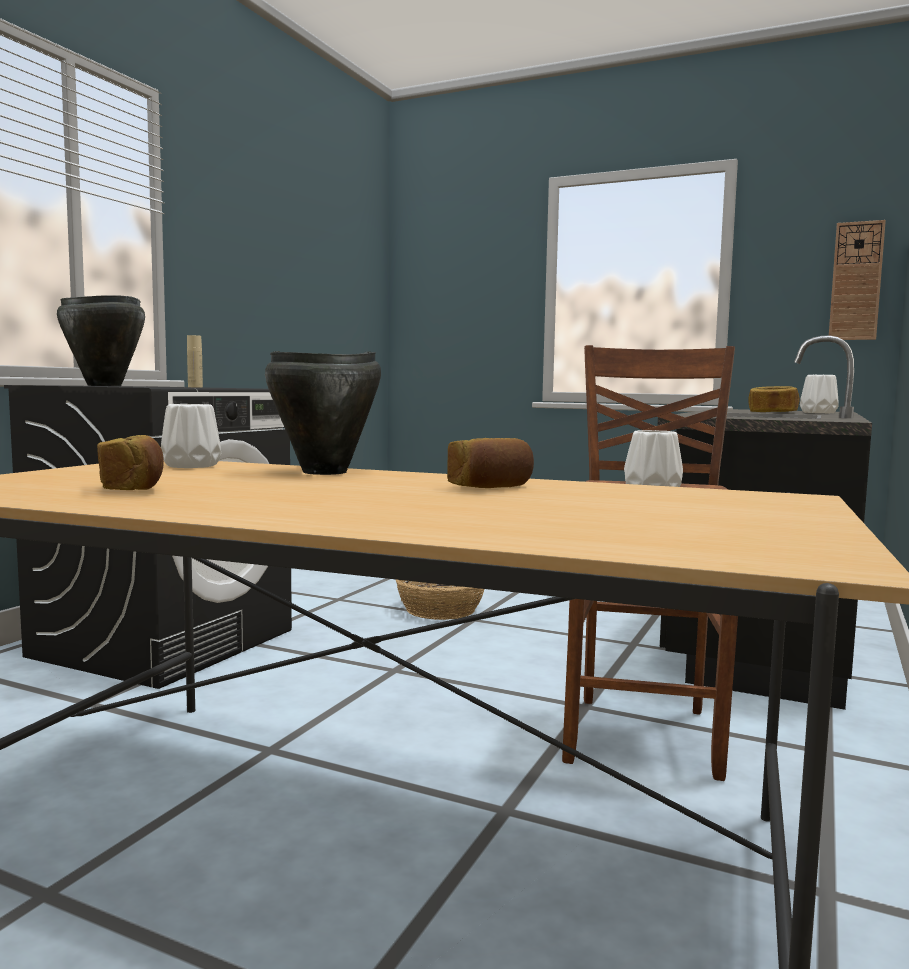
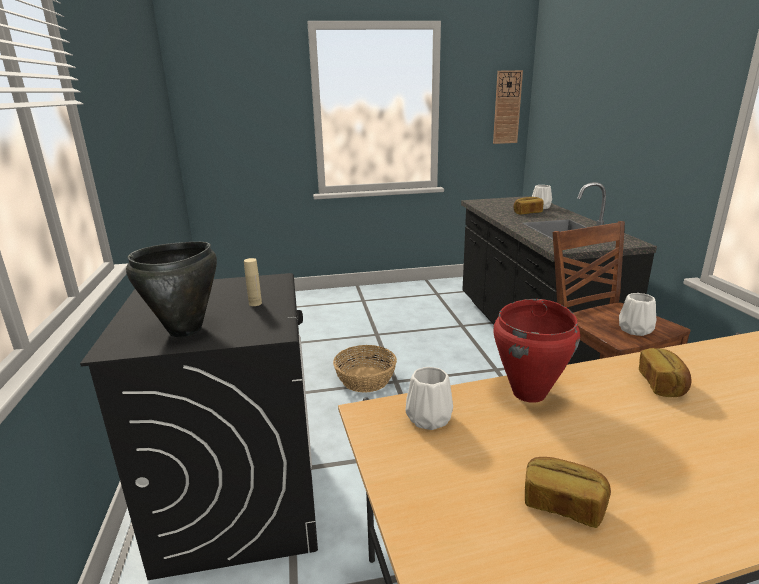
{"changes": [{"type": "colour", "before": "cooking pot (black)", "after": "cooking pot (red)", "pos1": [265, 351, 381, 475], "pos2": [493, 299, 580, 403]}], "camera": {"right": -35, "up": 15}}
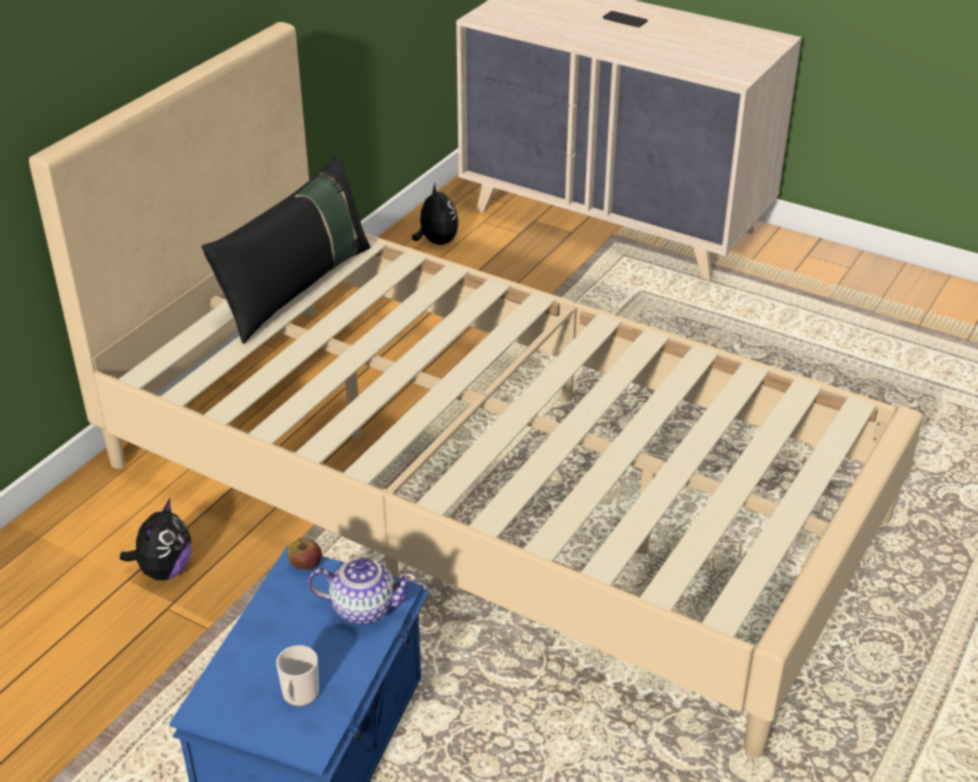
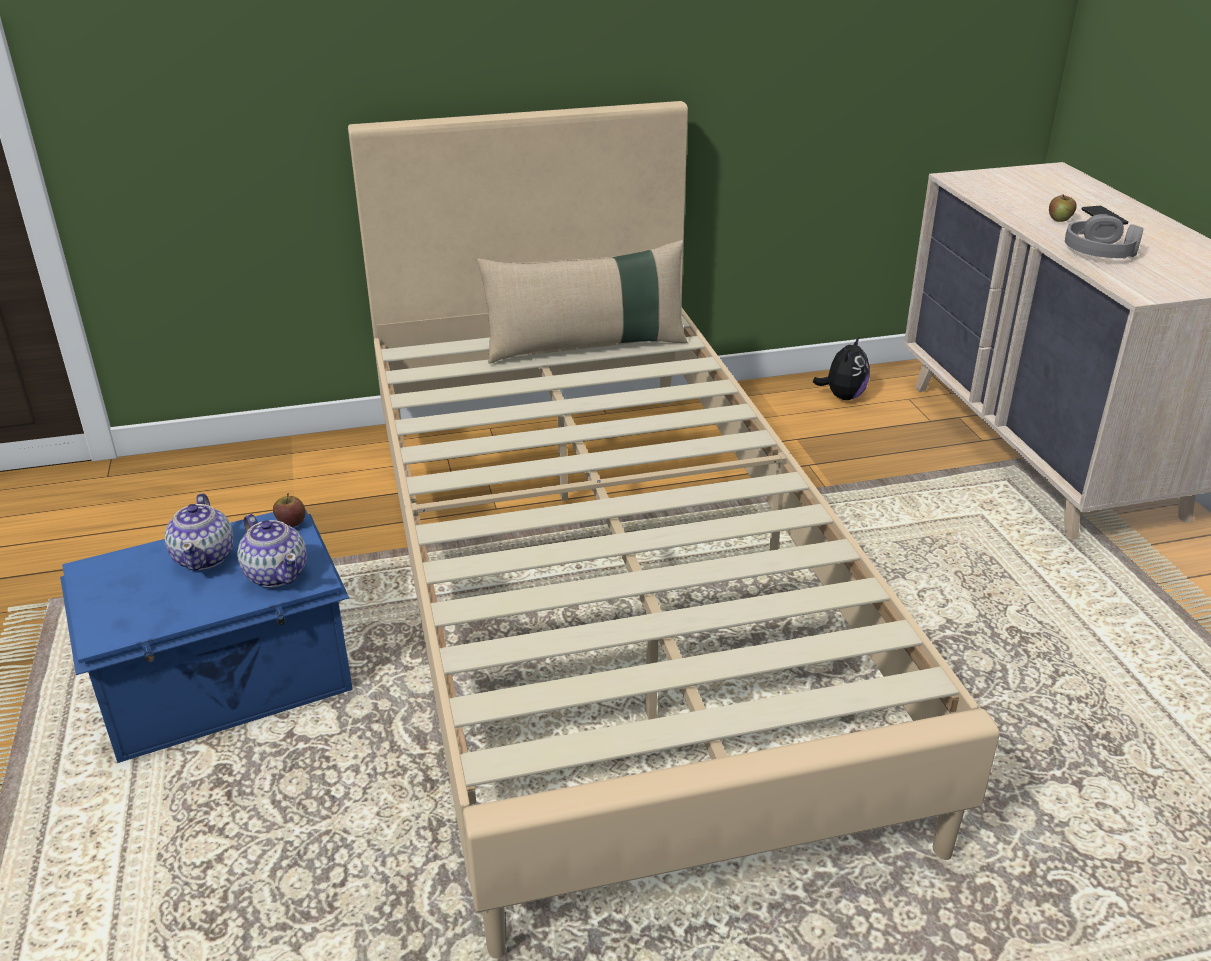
{"changes": [{"type": "missing", "before": "plush toy", "pos1": [120, 499, 191, 581]}, {"type": "colour", "before": "pillow (black)", "after": "pillow (beige)", "pos1": [201, 155, 371, 344], "pos2": [477, 240, 687, 364]}, {"type": "missing", "before": "mug", "pos1": [276, 645, 319, 706]}, {"type": "appeared", "after": "teapot", "pos2": [165, 493, 234, 571]}, {"type": "appeared", "after": "apple", "pos2": [1049, 194, 1077, 222]}, {"type": "appeared", "after": "headphones (grey)", "pos2": [1065, 214, 1143, 258]}], "camera": {"right": 45, "up": -5}}
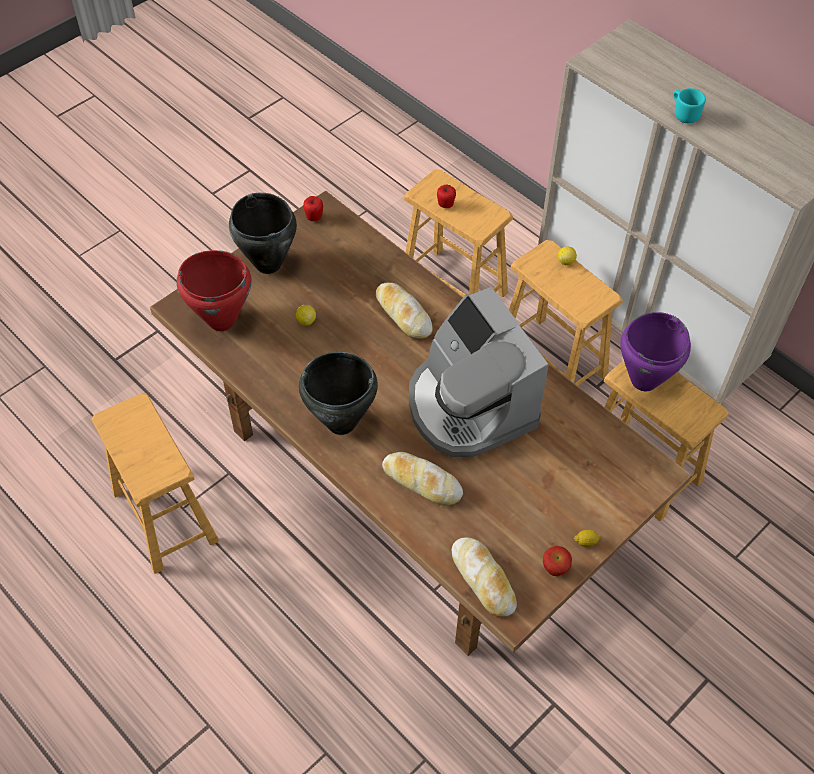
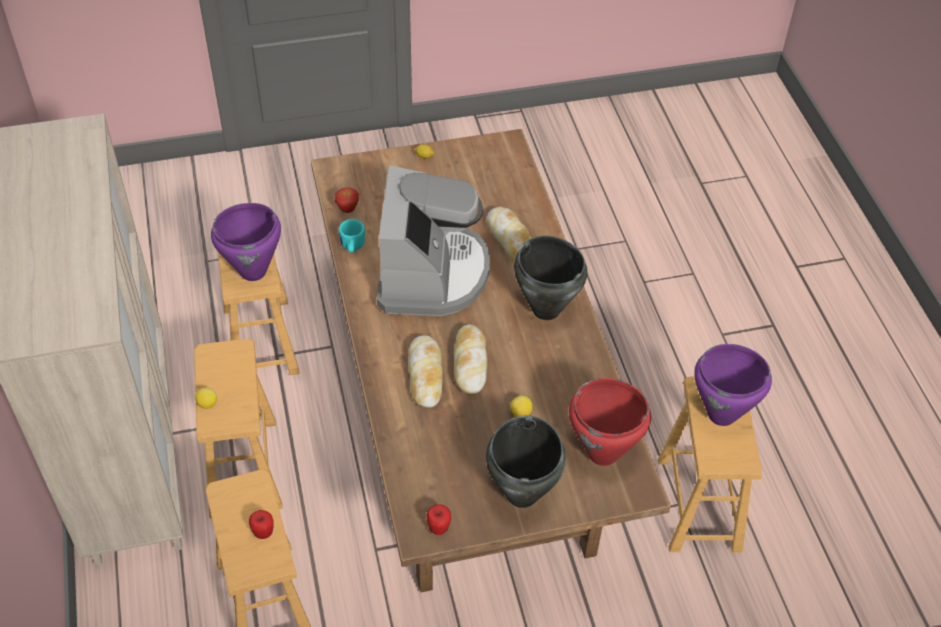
{"changes": [{"type": "relocated", "before": "bread", "pos1": [452, 537, 517, 617], "pos2": [454, 324, 487, 394]}, {"type": "relocated", "before": "apple", "pos1": [543, 546, 572, 576], "pos2": [335, 187, 359, 213]}, {"type": "relocated", "before": "mug (turquoise)", "pos1": [673, 88, 706, 123], "pos2": [339, 219, 365, 253]}, {"type": "appeared", "after": "cooking pot (purple)", "pos2": [695, 344, 772, 426]}], "camera": {"right": -150, "up": -5}}
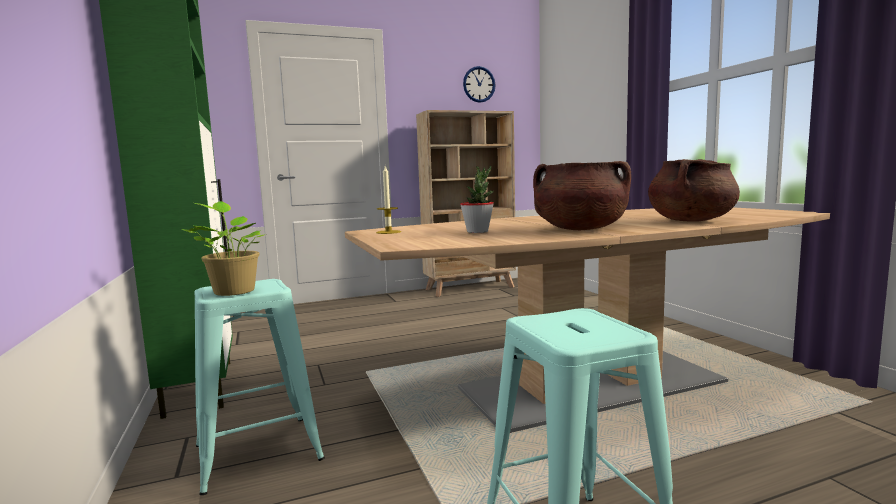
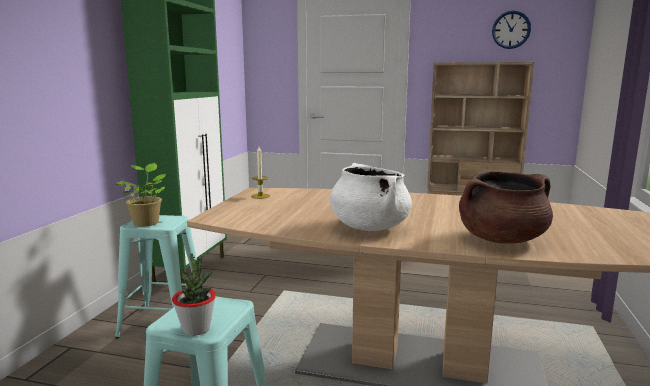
{"changes": [{"type": "relocated", "before": "potted plant", "pos1": [460, 166, 494, 233], "pos2": [172, 253, 216, 336]}, {"type": "colour", "before": "cooking pot (brown)", "after": "cooking pot (white)", "pos1": [533, 161, 631, 230], "pos2": [330, 163, 412, 231]}], "camera": {"right": 35, "up": 5}}
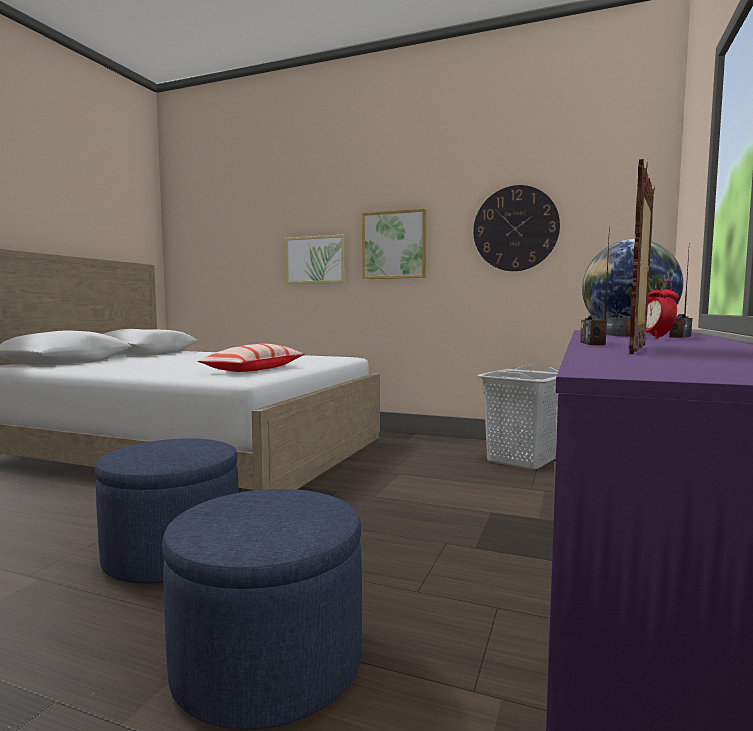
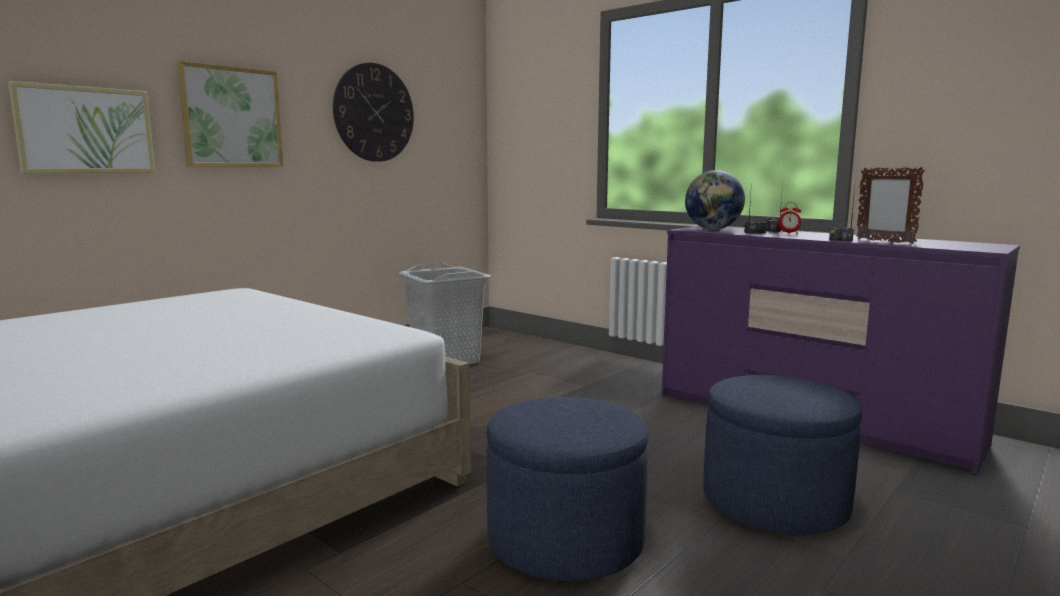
{"changes": [{"type": "missing", "before": "pillow", "pos1": [197, 344, 305, 372]}], "camera": {"right": -70, "up": 5}}
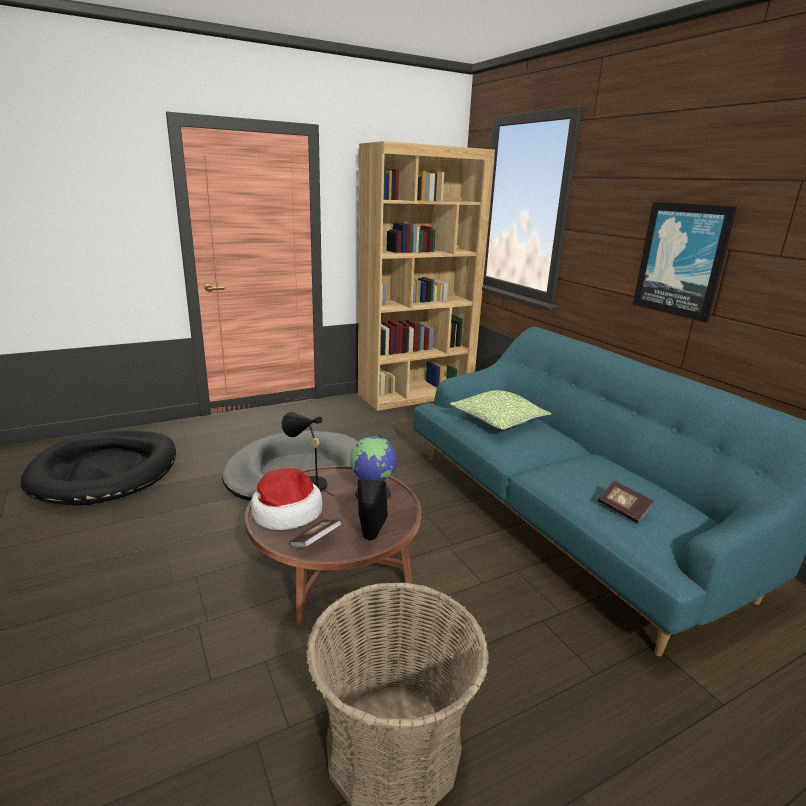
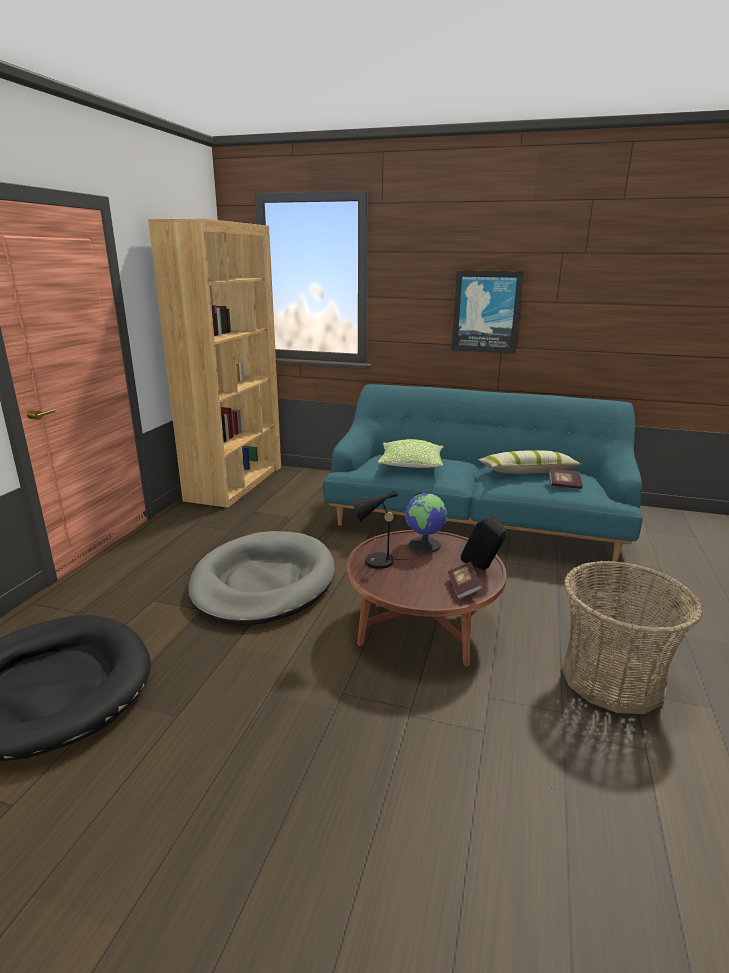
{"changes": [{"type": "missing", "before": "hat", "pos1": [251, 468, 322, 530]}, {"type": "appeared", "after": "pillow", "pos2": [479, 450, 582, 474]}], "camera": {"right": -45, "up": 0}}
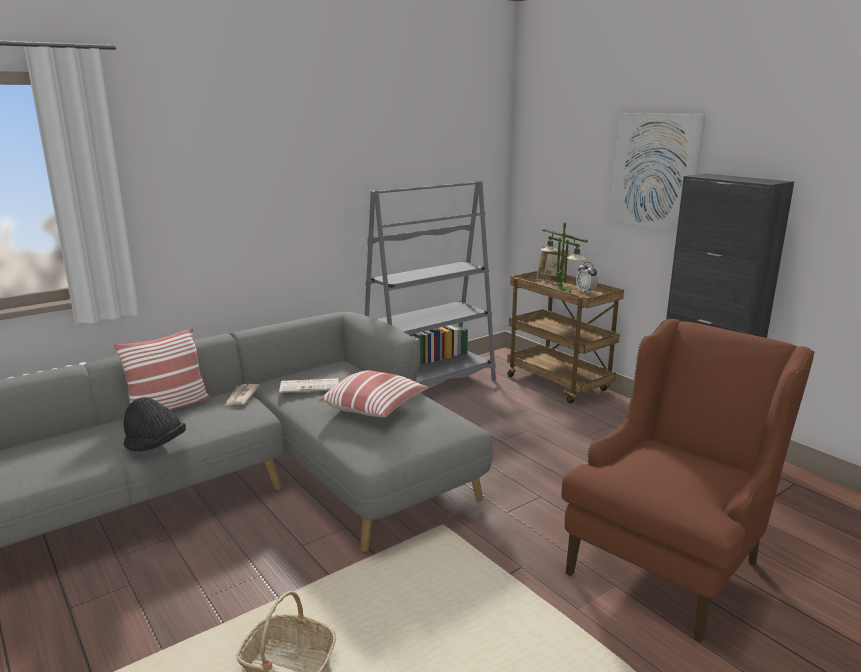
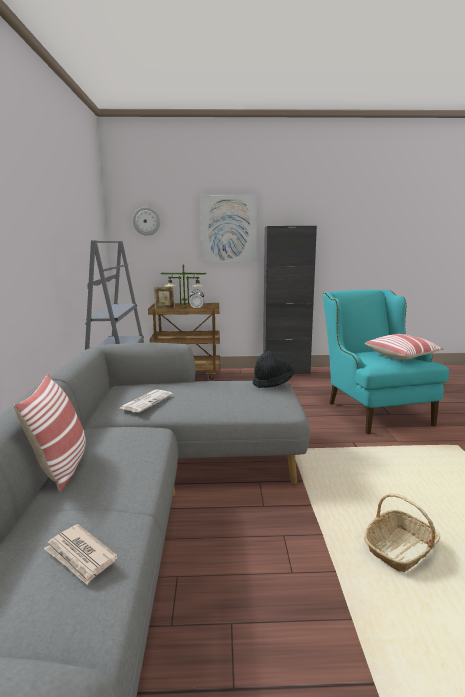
{"changes": [{"type": "relocated", "before": "hat (black)", "pos1": [123, 397, 186, 451], "pos2": [253, 351, 294, 388]}, {"type": "relocated", "before": "newspaper", "pos1": [225, 384, 260, 405], "pos2": [44, 524, 118, 585]}, {"type": "relocated", "before": "pillow", "pos1": [319, 370, 429, 418], "pos2": [364, 334, 444, 360]}, {"type": "colour", "before": "armchair (brown)", "after": "armchair (turquoise)", "pos1": [561, 319, 814, 643], "pos2": [323, 290, 449, 434]}, {"type": "appeared", "after": "wall clock", "pos2": [133, 207, 161, 236]}], "camera": {"right": -55, "up": -5}}
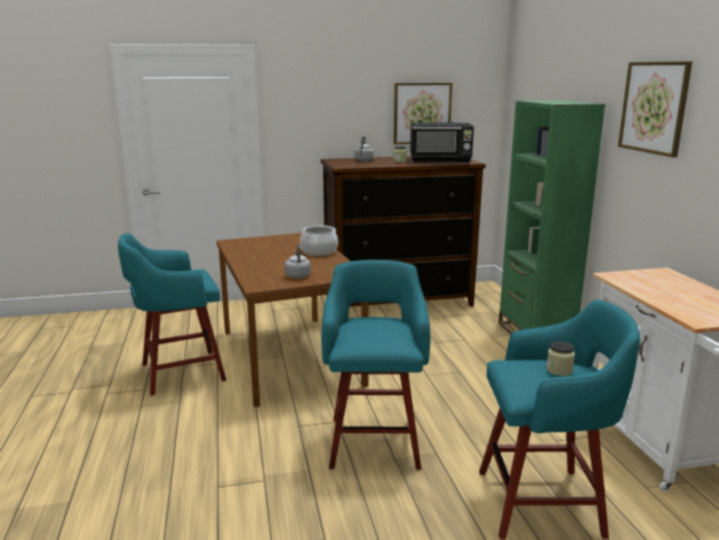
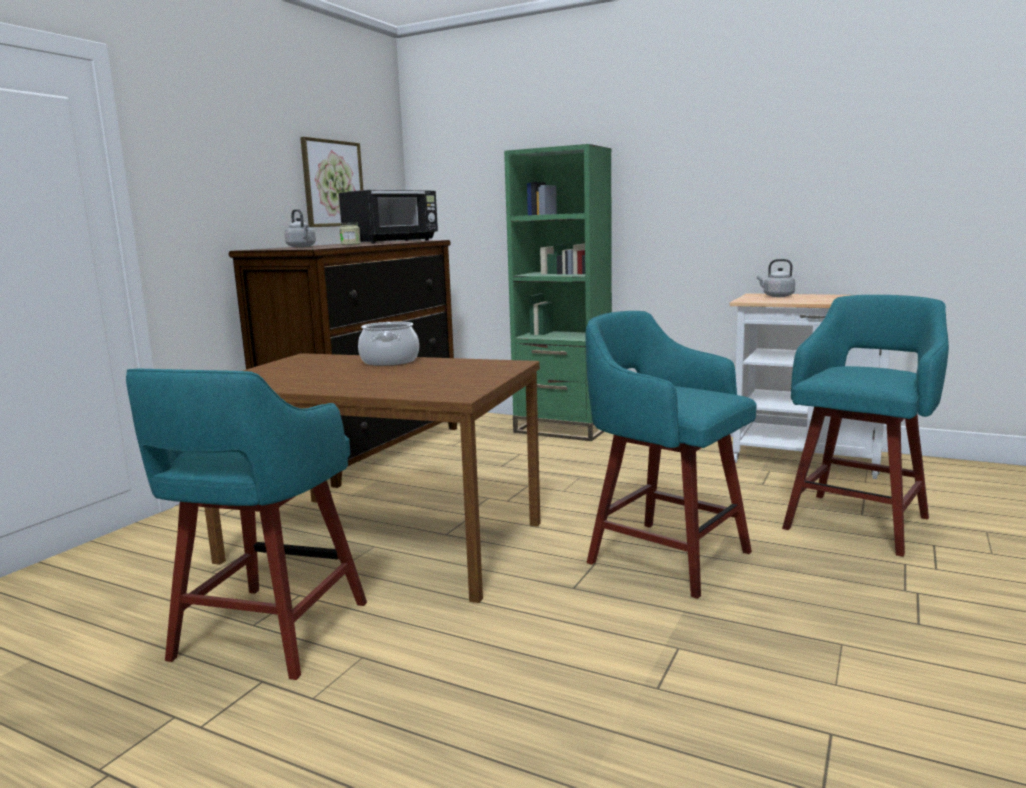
{"changes": [{"type": "relocated", "before": "kettle (grey)", "pos1": [284, 244, 311, 278], "pos2": [757, 259, 795, 297]}, {"type": "missing", "before": "jar", "pos1": [546, 341, 575, 376]}, {"type": "missing", "before": "picture", "pos1": [618, 61, 692, 157]}], "camera": {"right": -50, "up": -5}}
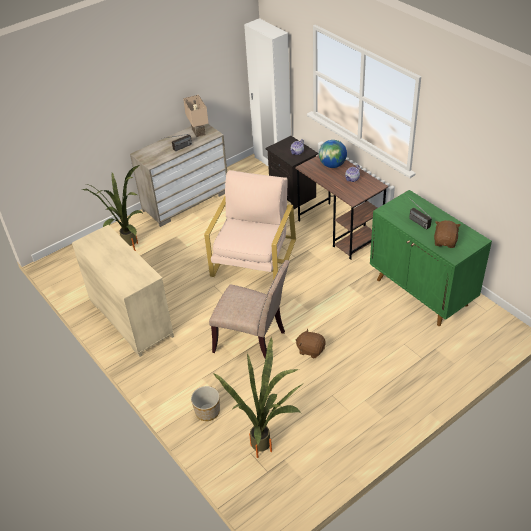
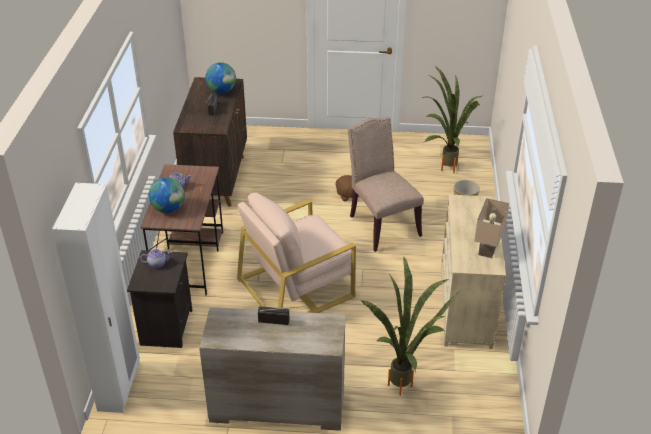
{"changes": [{"type": "relocated", "before": "table lamp (beige)", "pos1": [183, 95, 209, 137], "pos2": [474, 198, 509, 258]}, {"type": "colour", "before": "cabinet (green)", "after": "cabinet (brown)", "pos1": [370, 190, 492, 326], "pos2": [173, 77, 247, 206]}, {"type": "exchanged", "before": "plush toy (brown)", "after": "globe", "pos1": [434, 220, 461, 248], "pos2": [205, 62, 236, 93]}], "camera": {"right": -140, "up": -5}}
